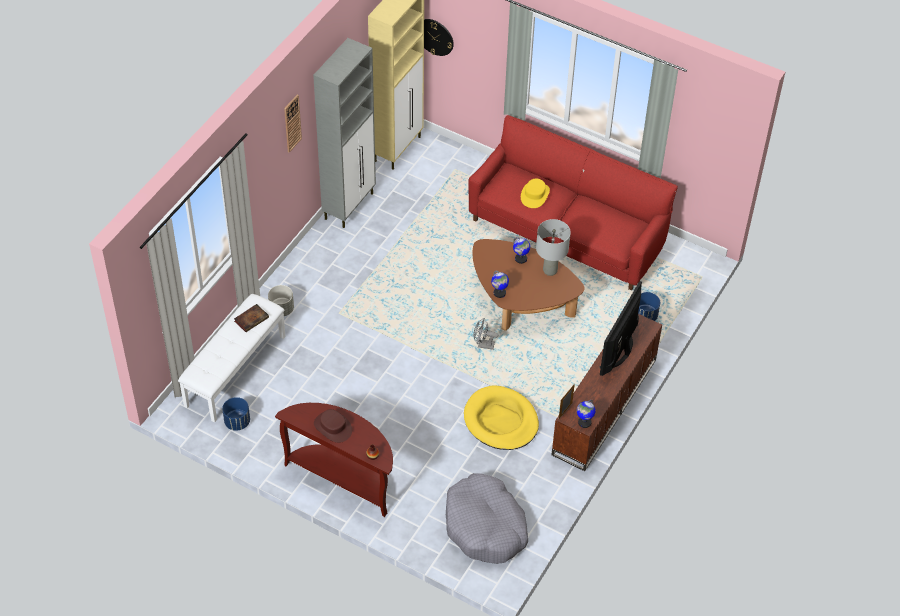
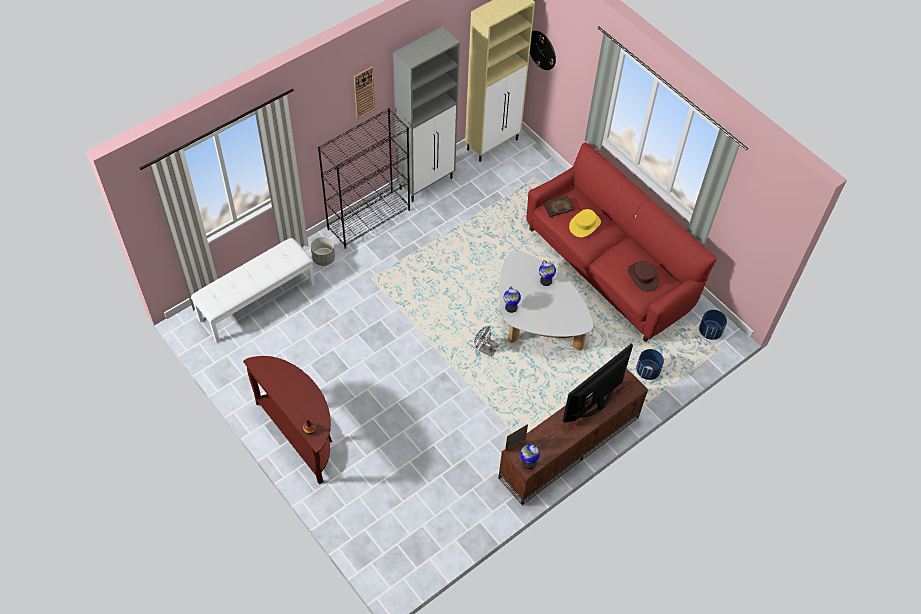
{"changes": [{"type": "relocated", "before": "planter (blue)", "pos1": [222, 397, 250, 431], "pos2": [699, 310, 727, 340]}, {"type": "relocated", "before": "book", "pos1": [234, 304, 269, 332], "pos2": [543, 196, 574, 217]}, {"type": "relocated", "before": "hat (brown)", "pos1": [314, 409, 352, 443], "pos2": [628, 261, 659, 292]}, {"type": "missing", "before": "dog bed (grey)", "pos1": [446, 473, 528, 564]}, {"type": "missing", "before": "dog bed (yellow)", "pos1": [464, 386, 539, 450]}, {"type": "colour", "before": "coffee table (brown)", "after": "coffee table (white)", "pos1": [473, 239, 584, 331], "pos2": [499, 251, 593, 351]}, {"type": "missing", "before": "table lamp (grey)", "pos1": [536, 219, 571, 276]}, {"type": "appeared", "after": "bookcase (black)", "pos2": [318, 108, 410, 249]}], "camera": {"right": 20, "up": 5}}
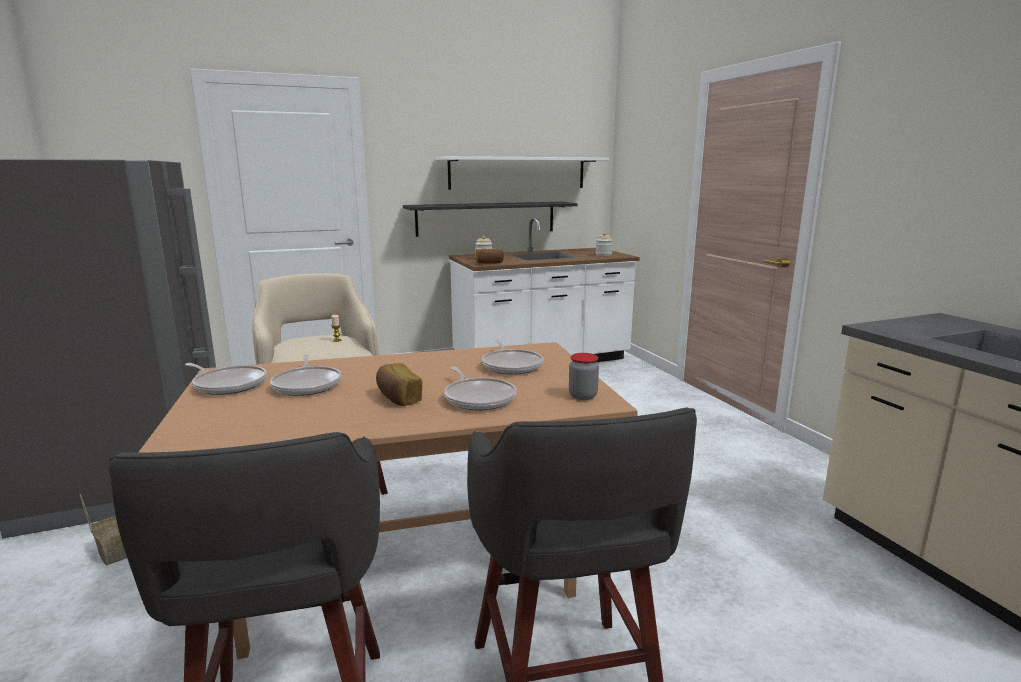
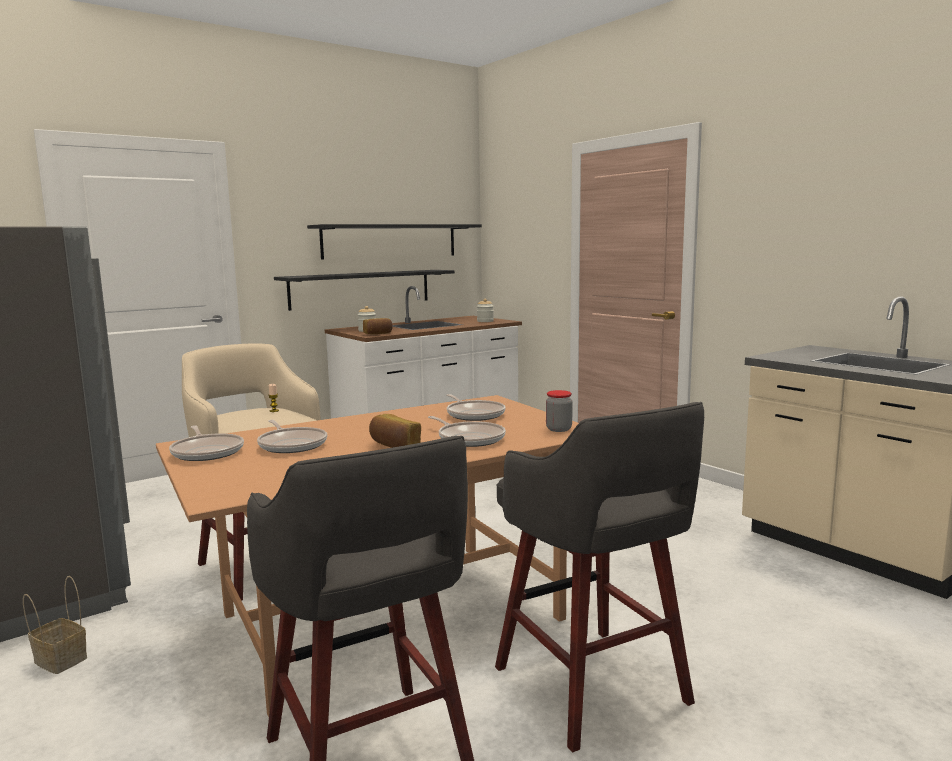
{"changes": [{"type": "spun", "before": "frying pan", "pos1": [185, 363, 267, 395], "pos2": [169, 425, 244, 461], "turn": 45}, {"type": "colour", "before": "shelf (white)", "after": "shelf (black)", "pos1": [436, 156, 609, 190], "pos2": [307, 224, 482, 260]}], "camera": {"right": -15, "up": -5}}
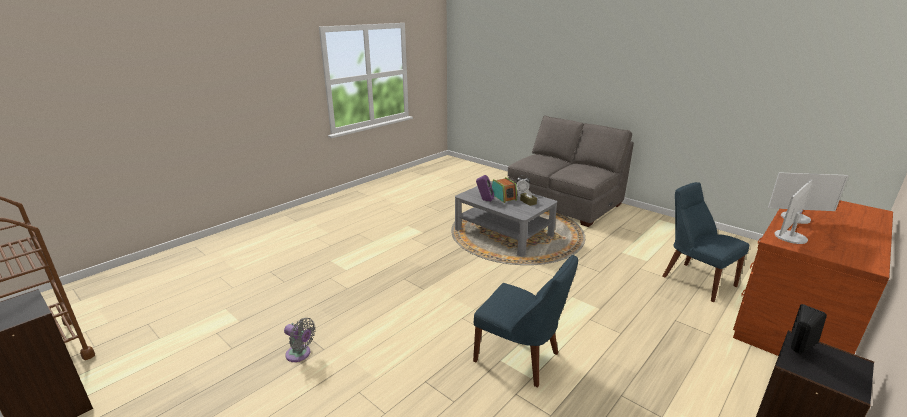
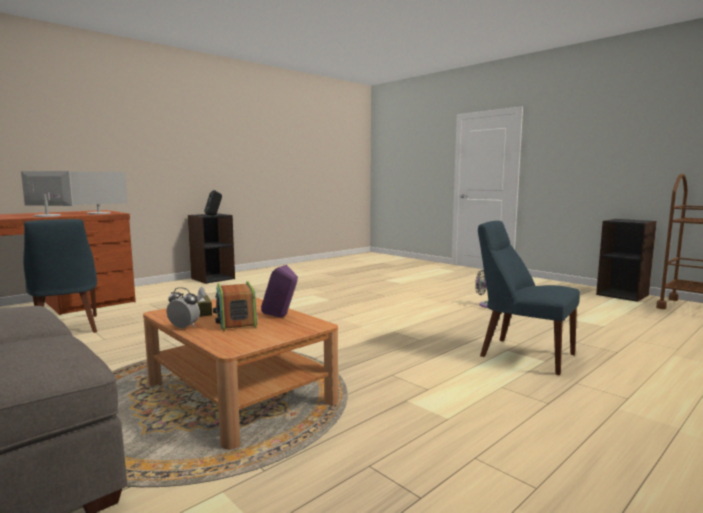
{"changes": [{"type": "colour", "before": "coffee table (grey)", "after": "coffee table (brown)", "pos1": [455, 181, 557, 256], "pos2": [143, 298, 338, 450]}, {"type": "relocated", "before": "chair (blue)", "pos1": [473, 255, 578, 388], "pos2": [478, 221, 580, 375]}], "camera": {"right": -175, "up": -15}}
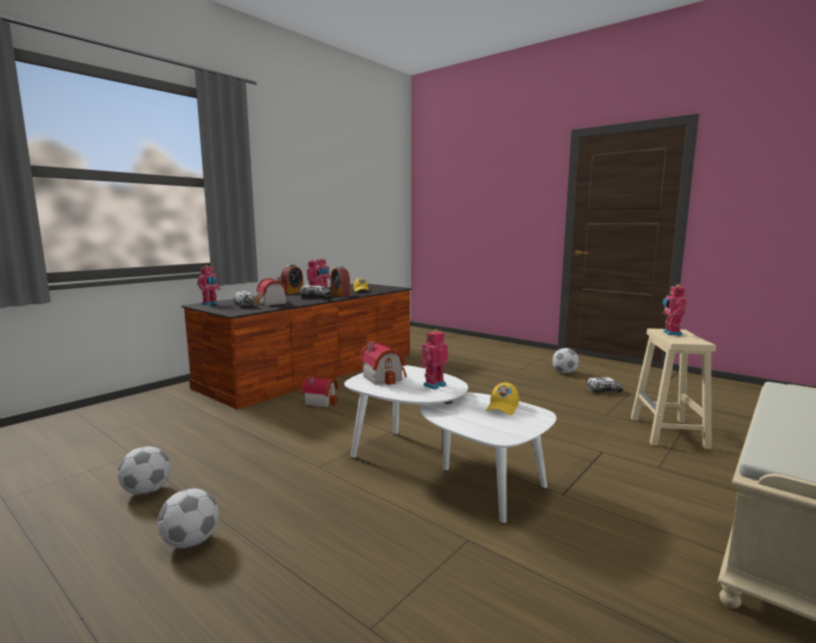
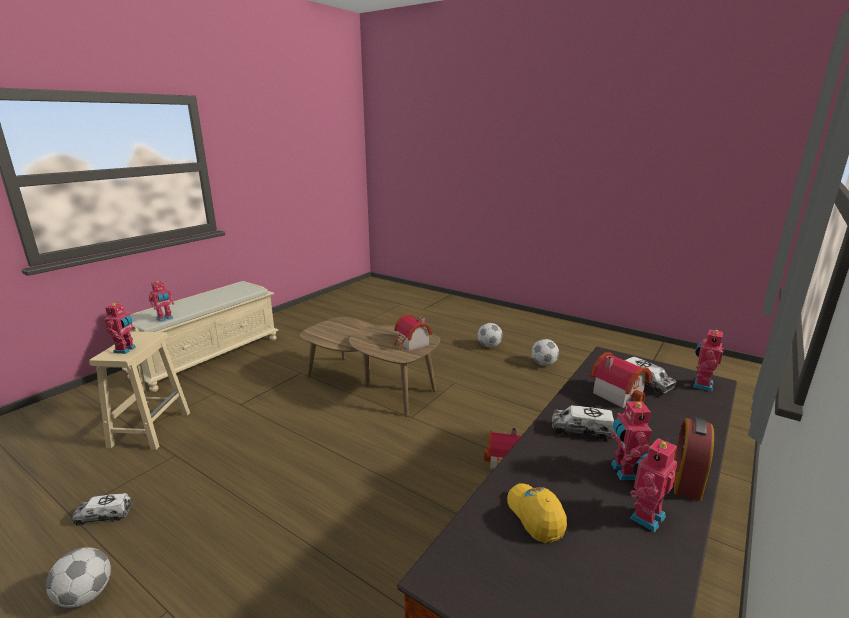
{"changes": [{"type": "missing", "before": "alarm clock", "pos1": [331, 266, 350, 297]}, {"type": "colour", "before": "coffee table (white)", "after": "coffee table (brown)", "pos1": [344, 365, 556, 523], "pos2": [300, 317, 440, 416]}, {"type": "relocated", "before": "toy robot", "pos1": [419, 329, 449, 390], "pos2": [149, 280, 174, 322]}, {"type": "missing", "before": "cap (yellow)", "pos1": [486, 382, 519, 415]}], "camera": {"right": 175, "up": 10}}
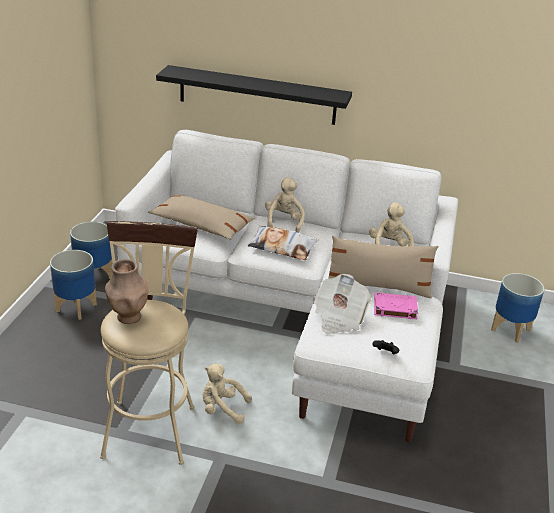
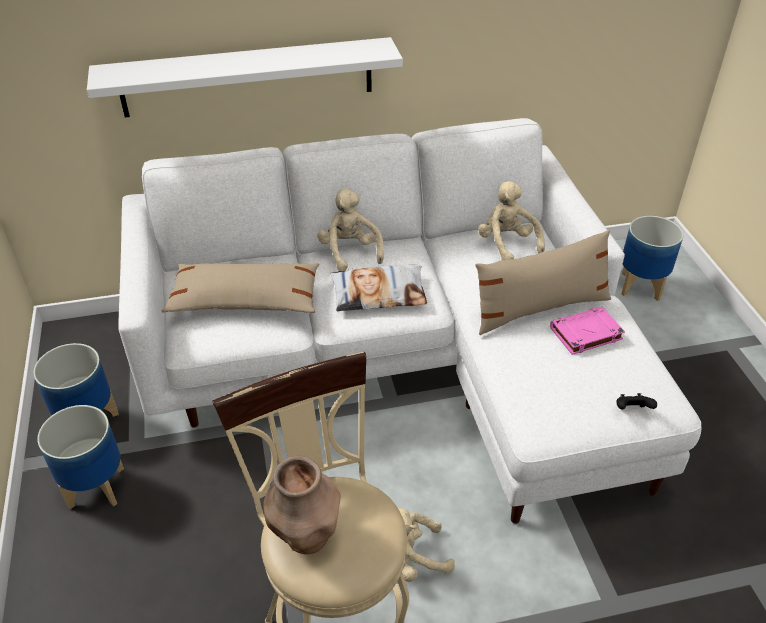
{"changes": [{"type": "colour", "before": "shelf (black)", "after": "shelf (white)", "pos1": [156, 65, 352, 125], "pos2": [87, 37, 403, 118]}, {"type": "missing", "before": "newspaper", "pos1": [314, 274, 371, 334]}], "camera": {"right": -25, "up": 10}}
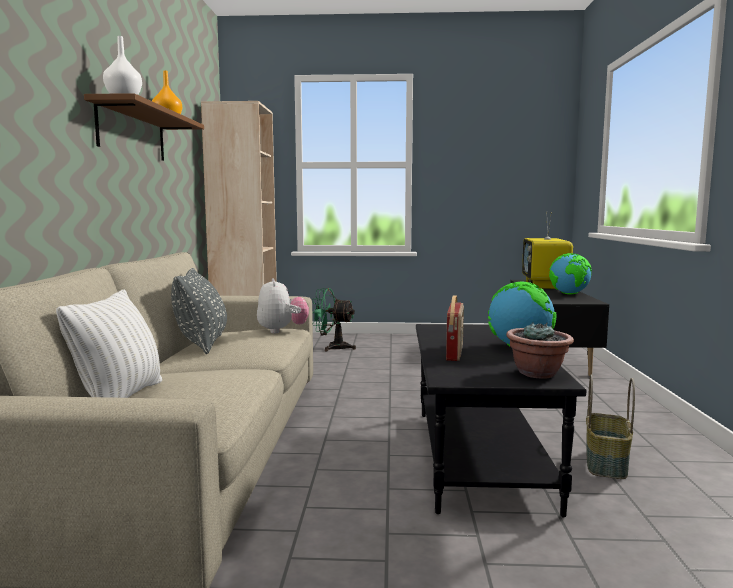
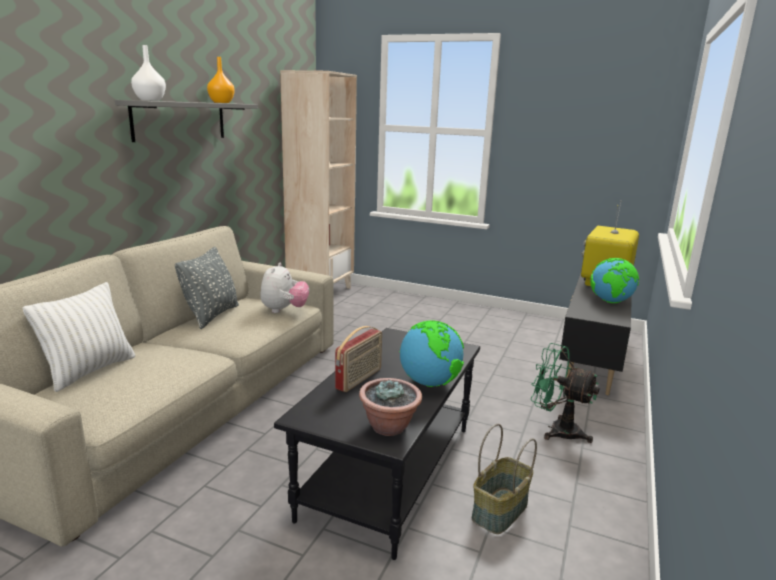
{"changes": [{"type": "colour", "before": "shelf (brown)", "after": "shelf (grey)", "pos1": [84, 93, 204, 161], "pos2": [115, 100, 258, 142]}, {"type": "relocated", "before": "fan (green)", "pos1": [312, 288, 356, 351], "pos2": [531, 343, 600, 443]}], "camera": {"right": 20, "up": 10}}
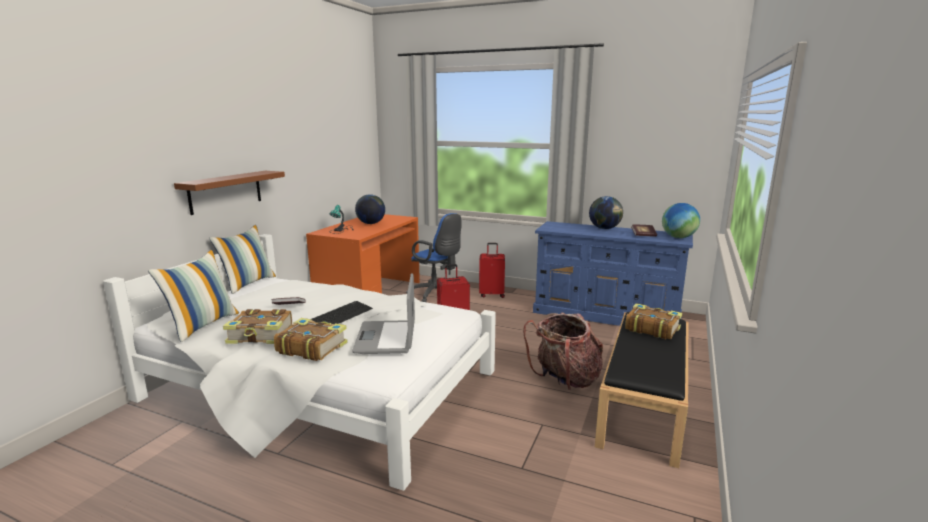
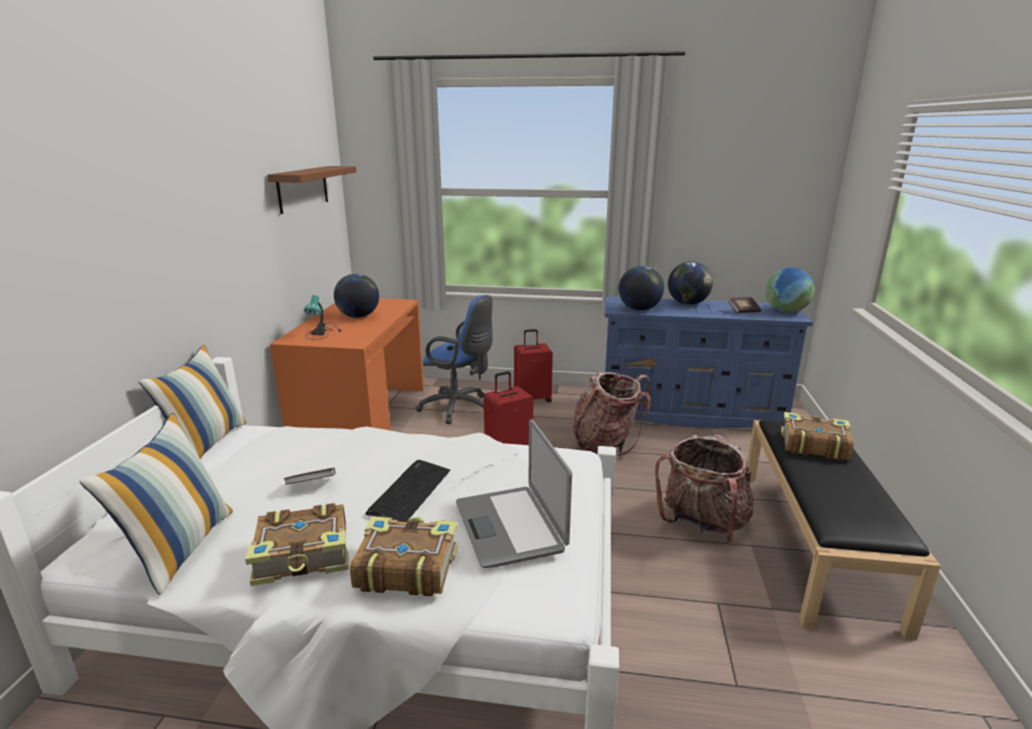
{"changes": [{"type": "relocated", "before": "shelf (brown)", "pos1": [174, 171, 285, 215], "pos2": [267, 166, 356, 214]}, {"type": "appeared", "after": "backpack", "pos2": [573, 372, 651, 456]}, {"type": "appeared", "after": "globe", "pos2": [619, 266, 664, 311]}], "camera": {"right": -15, "up": 5}}
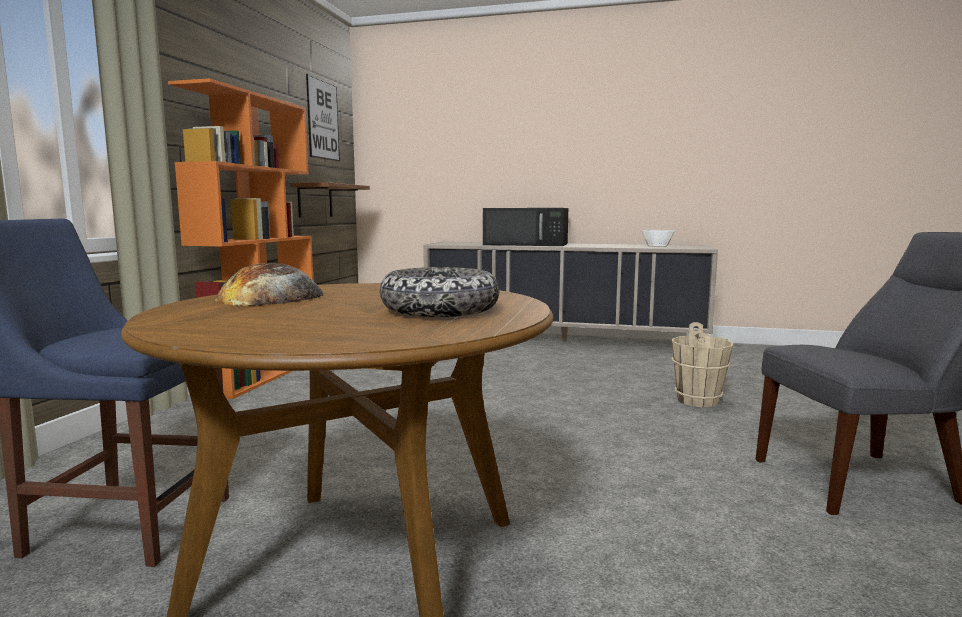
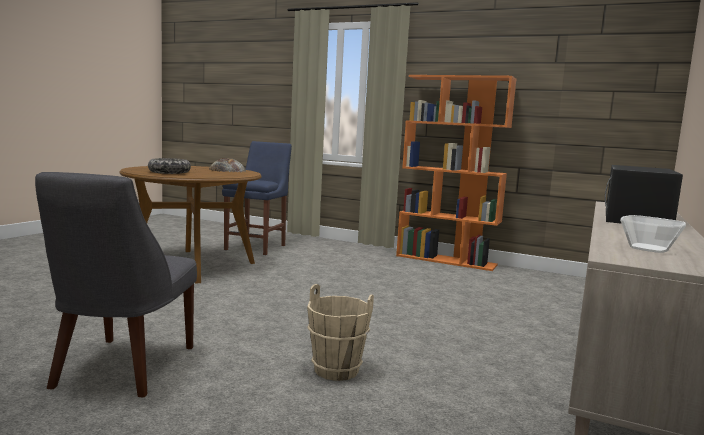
{"changes": [{"type": "missing", "before": "shelf (brown)", "pos1": [290, 182, 370, 217]}, {"type": "missing", "before": "picture", "pos1": [306, 74, 340, 161]}], "camera": {"right": 100, "up": 0}}
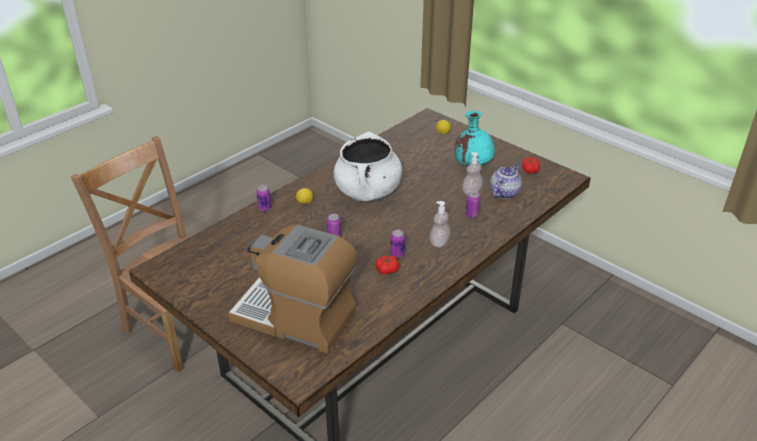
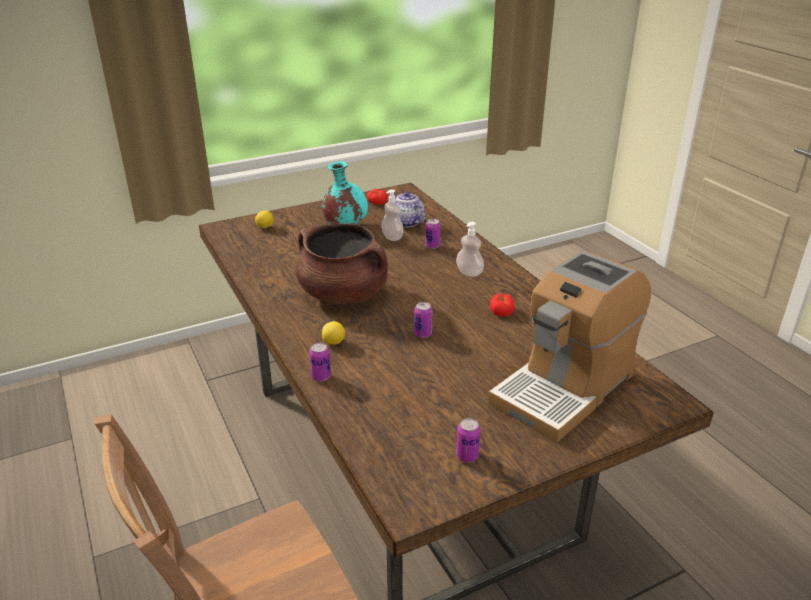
{"changes": [{"type": "colour", "before": "cooking pot (white)", "after": "cooking pot (brown)", "pos1": [333, 132, 402, 201], "pos2": [296, 223, 388, 304]}, {"type": "relocated", "before": "can", "pos1": [391, 230, 405, 258], "pos2": [456, 418, 480, 462]}], "camera": {"right": -70, "up": -5}}
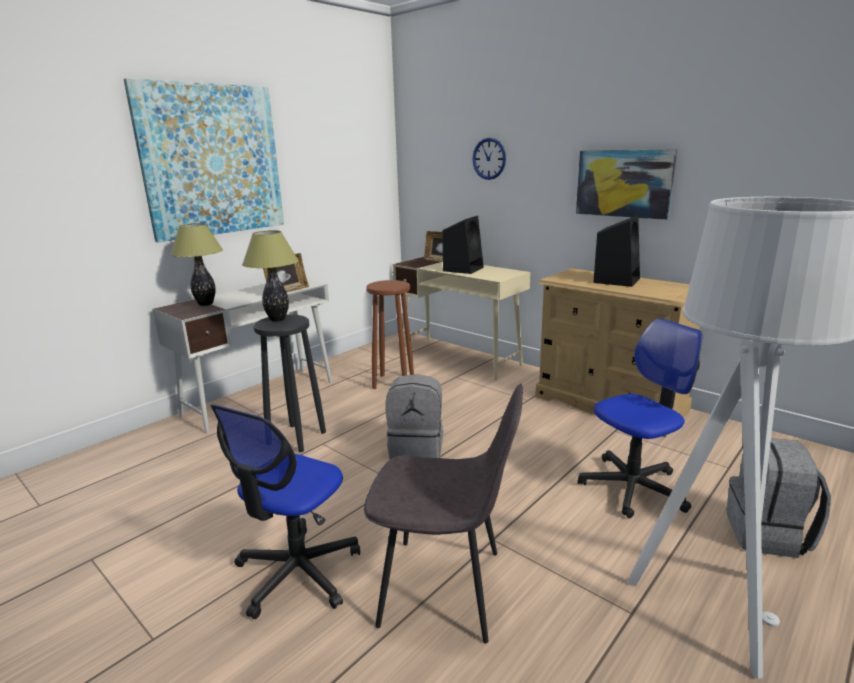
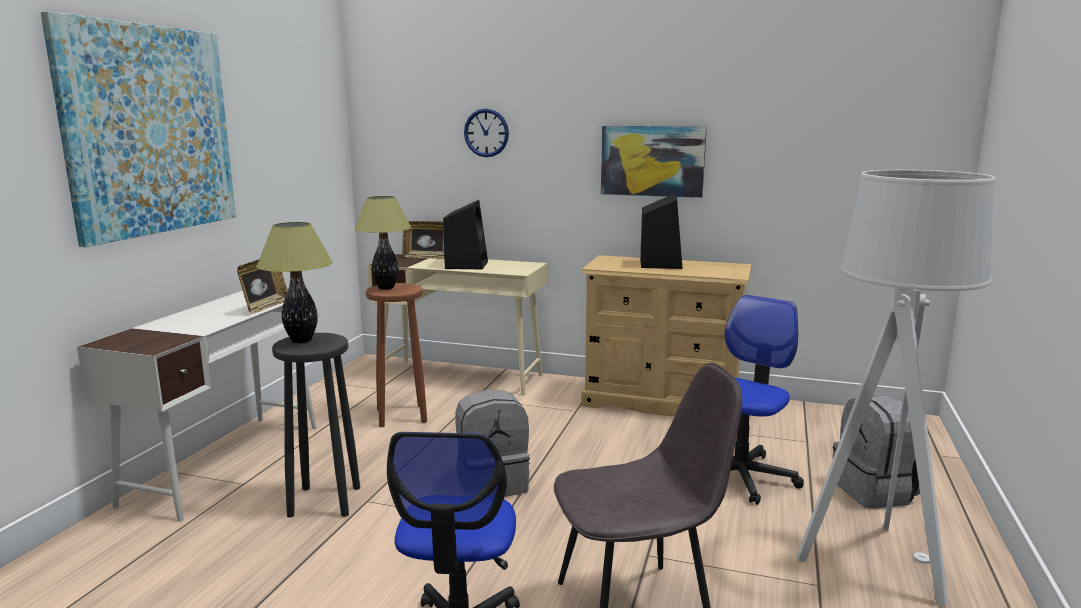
{"changes": [{"type": "relocated", "before": "table lamp", "pos1": [170, 223, 223, 306], "pos2": [354, 196, 411, 290]}], "camera": {"right": -25, "up": -5}}
